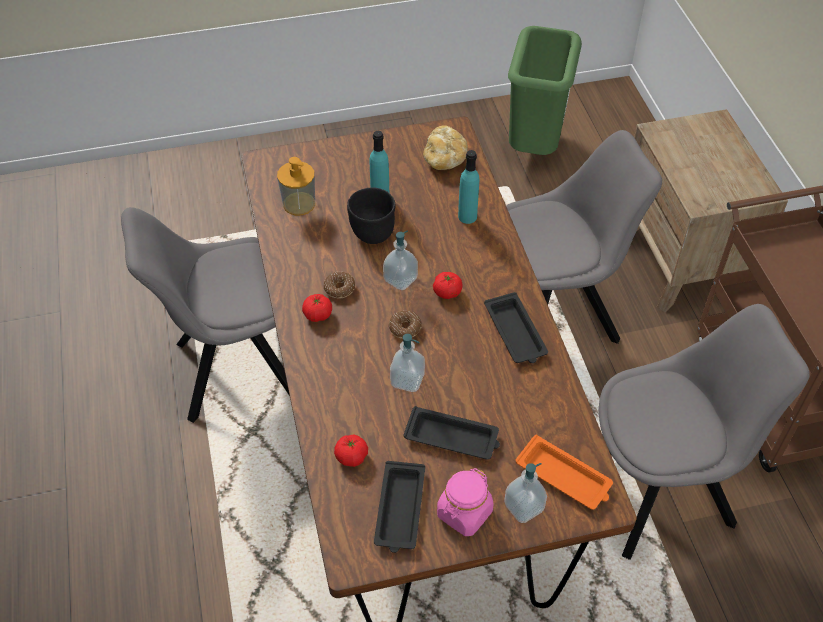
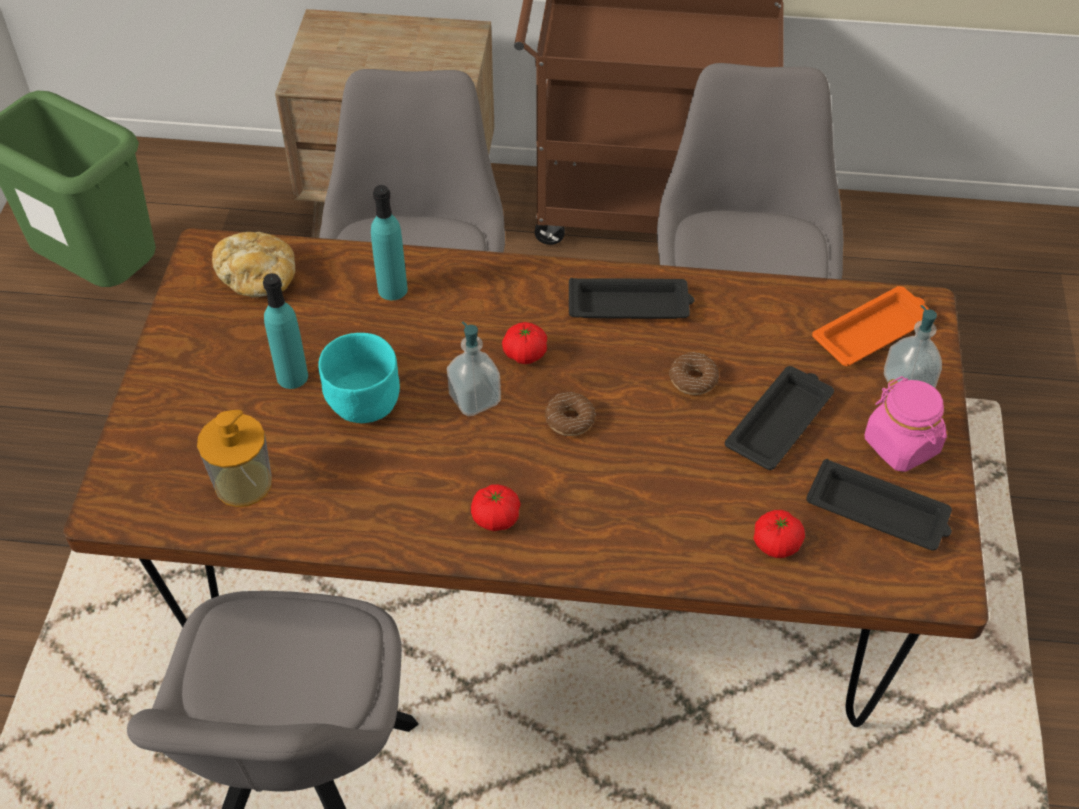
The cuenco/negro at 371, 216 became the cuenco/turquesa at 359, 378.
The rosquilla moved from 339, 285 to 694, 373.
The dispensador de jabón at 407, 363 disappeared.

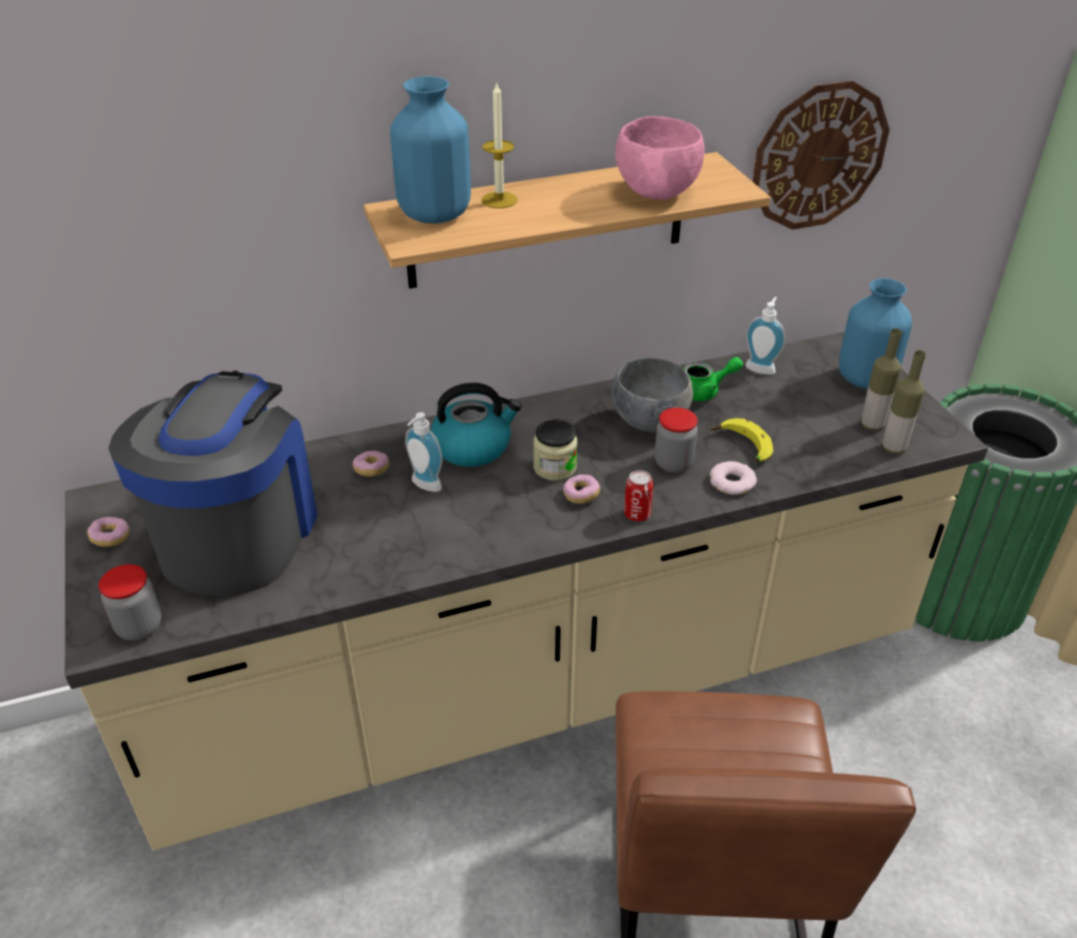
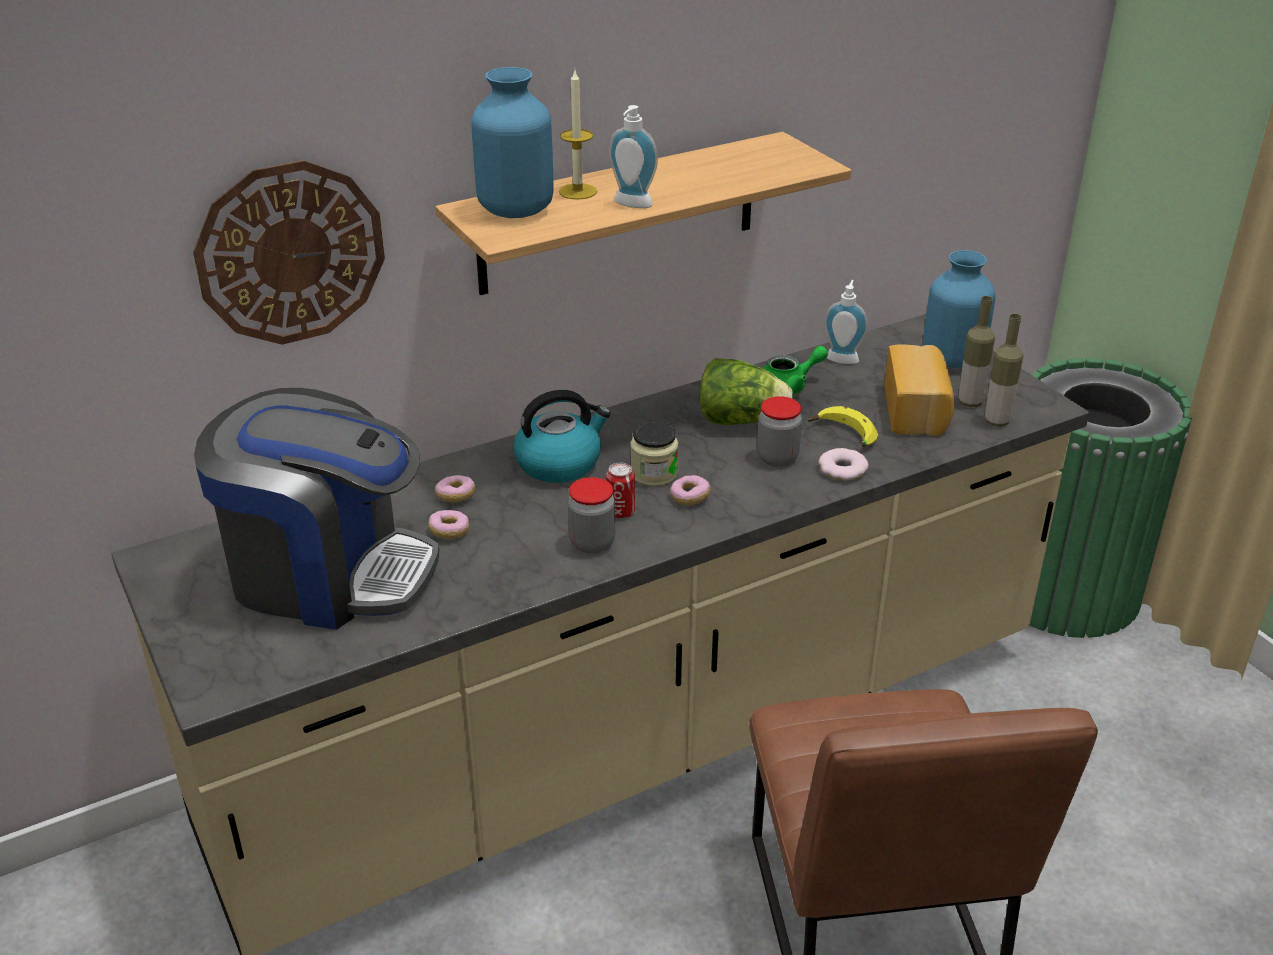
The reloj de pared moved from 821, 155 to 289, 252.
The cuenco/rosa at 659, 158 disappeared.
The cuenco/gris at 652, 395 was replaced by the lechuga at 746, 391.
The cafetera at 213, 483 turned 105 degrees clockwise.
The dispensador de jabón moved from 424, 452 to 633, 156.
The lata moved from 639, 496 to 620, 490.
The rosquilla moved from 108, 532 to 449, 524.
The tarro moved from 130, 602 to 591, 515.
The pan at 919, 390 appeared.

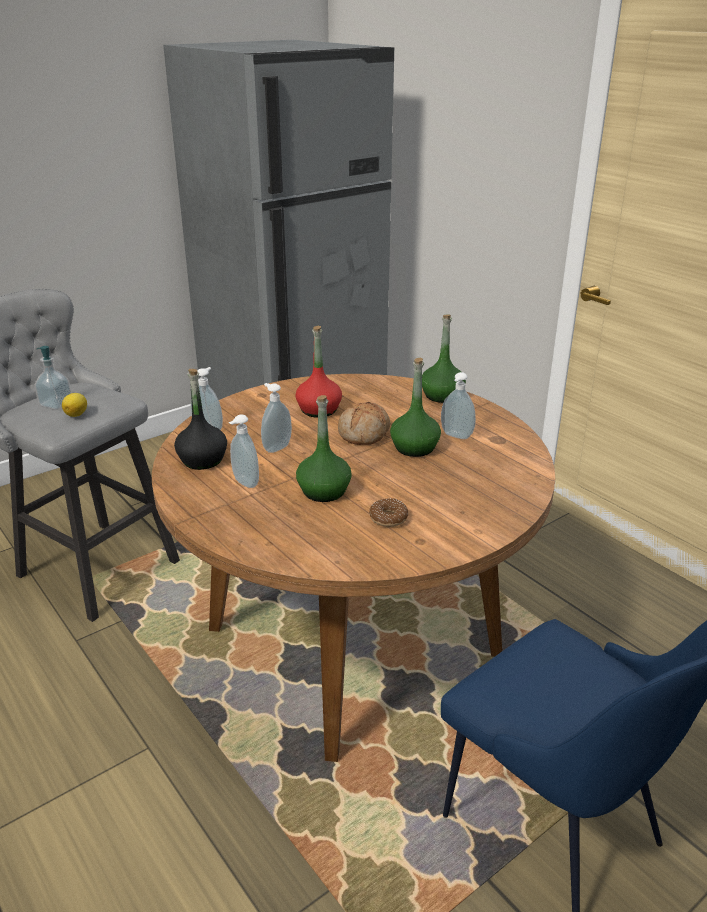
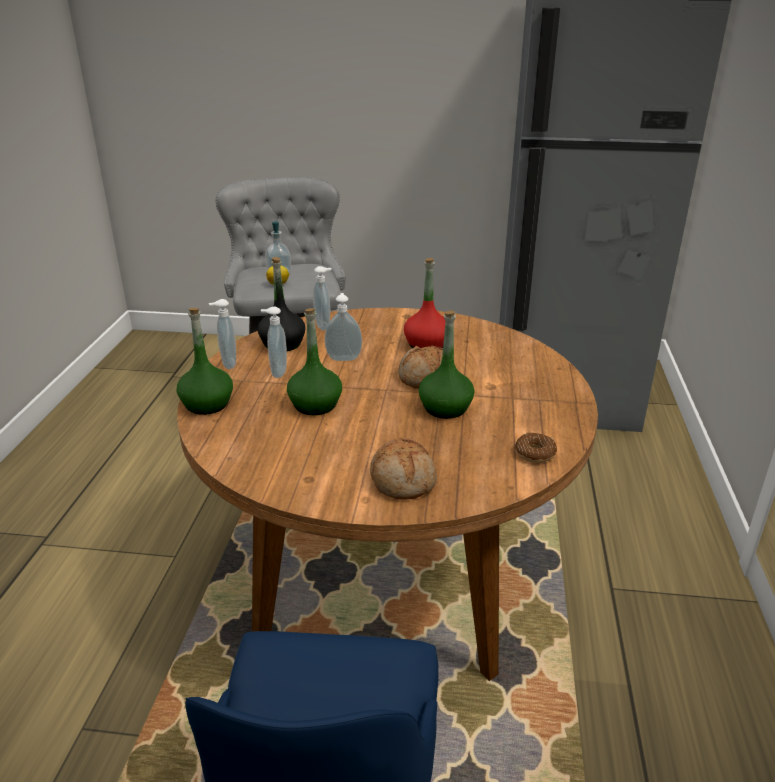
The botella/verde moved from 444, 358 to 204, 361.
The dispensador de jabón moved from 458, 405 to 222, 334.
The rosquilla moved from 388, 512 to 536, 448.
The pan at 403, 469 appeared.

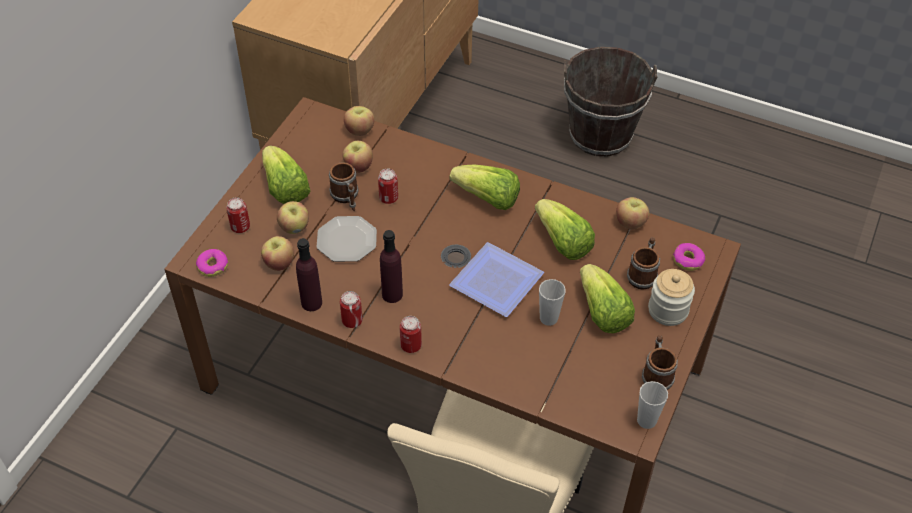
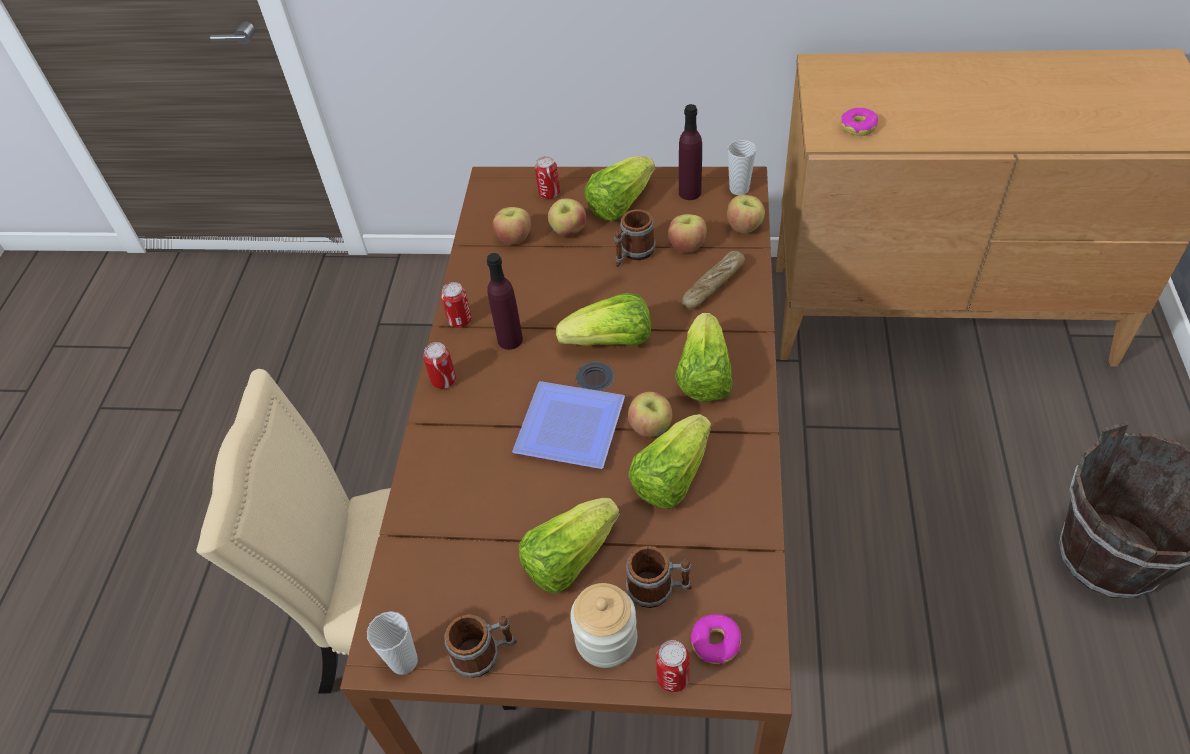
The lata moved from 388, 186 to 673, 666.
The manzana moved from 632, 213 to 650, 414.
The plato at 347, 239 disappeared.
The botella/morado moved from 309, 274 to 690, 152.
The rosquilla moved from 212, 263 to 859, 122.
The taza moved from 552, 302 to 742, 167.
The pan at 713, 280 appeared.
The lechuga at 603, 319 appeared.

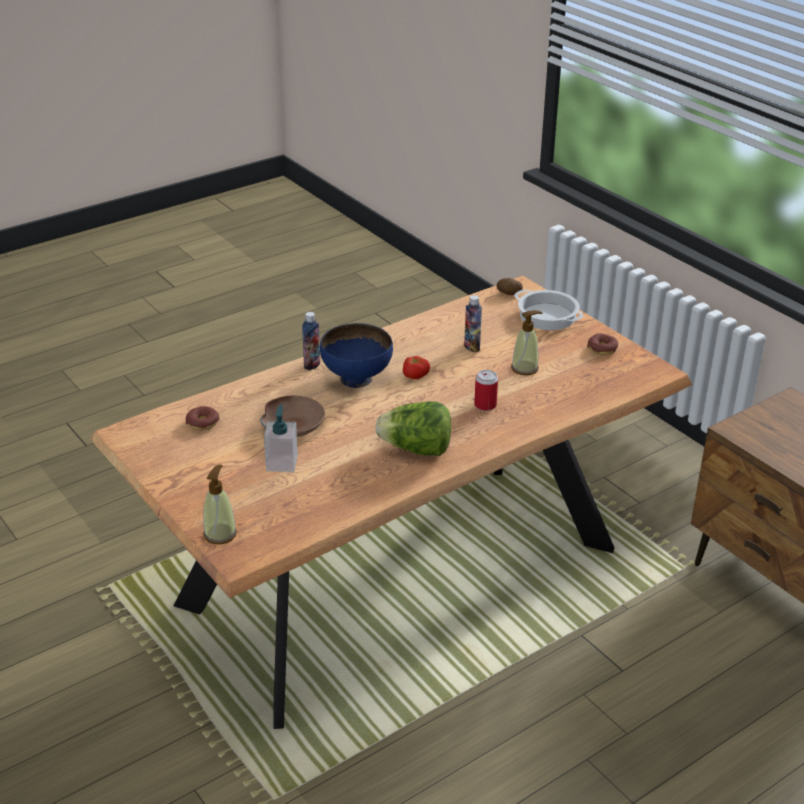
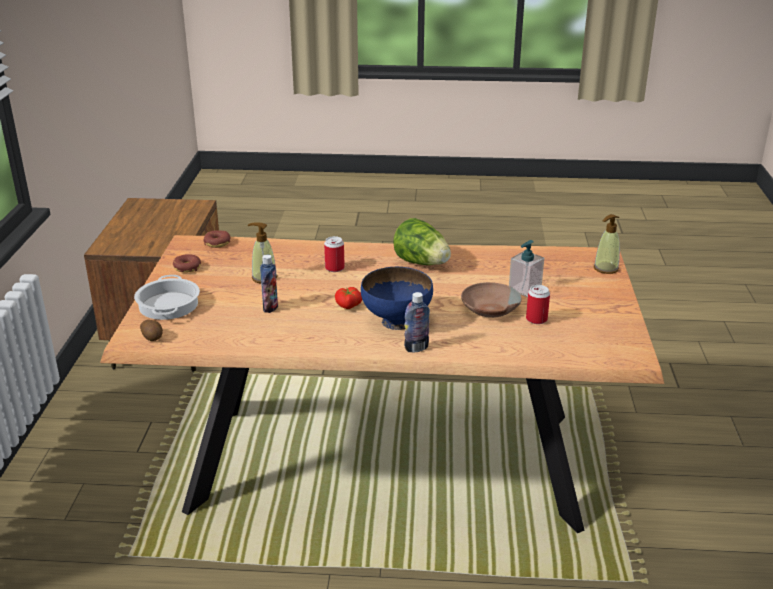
The rosquilla moved from 203, 418 to 217, 239.
The lata at 538, 304 appeared.

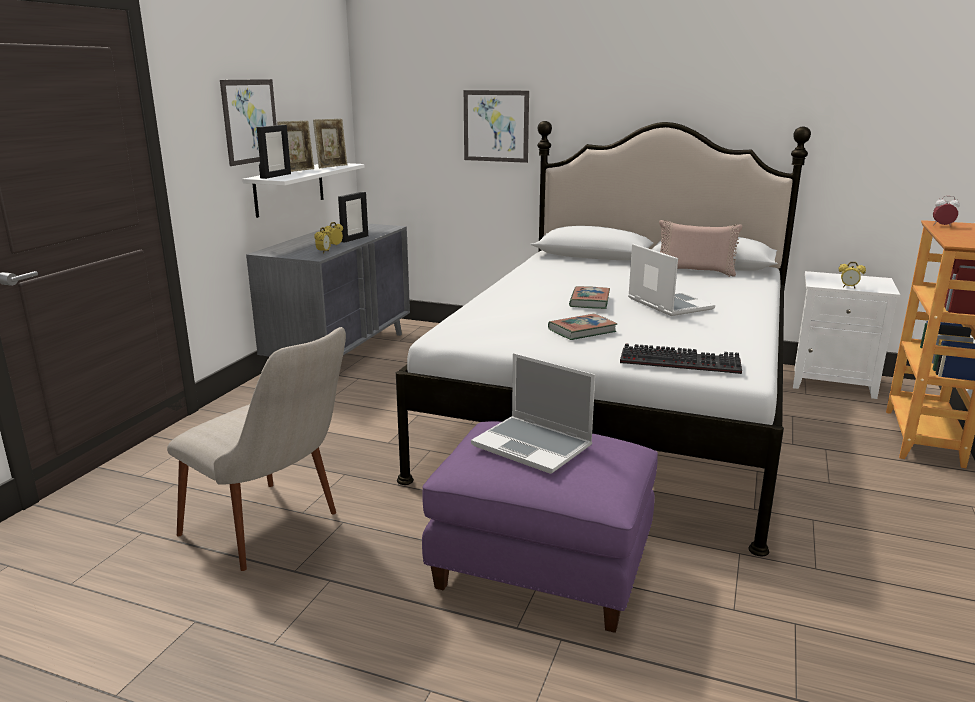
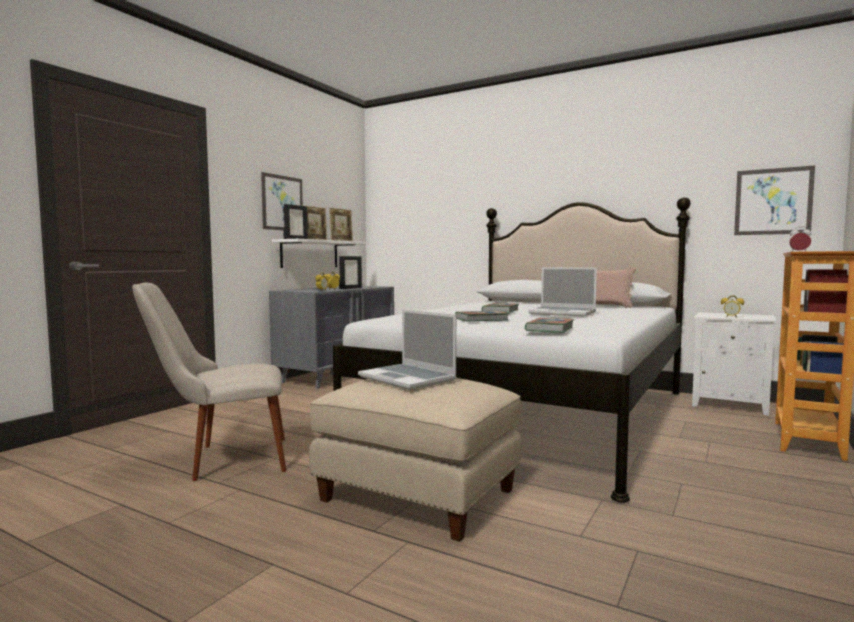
The cuadro moved from 496, 126 to 774, 200.
The portátil at 671, 280 turned 135 degrees clockwise.
The silla/beis at 256, 449 turned 120 degrees clockwise.
The teclado at 681, 358 was replaced by the libro at 549, 325.
The puf/morado at 540, 527 became the puf/beis at 415, 460.

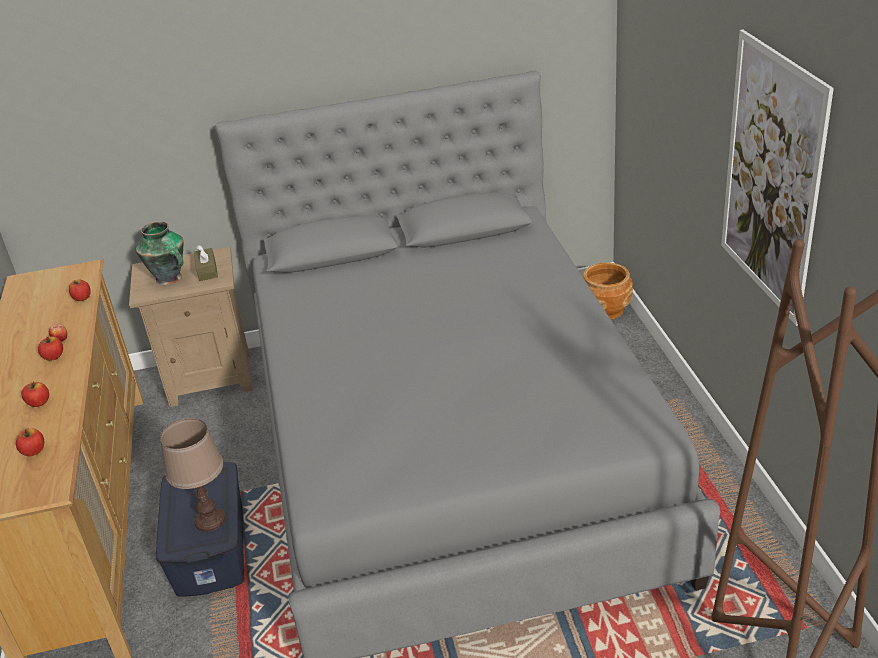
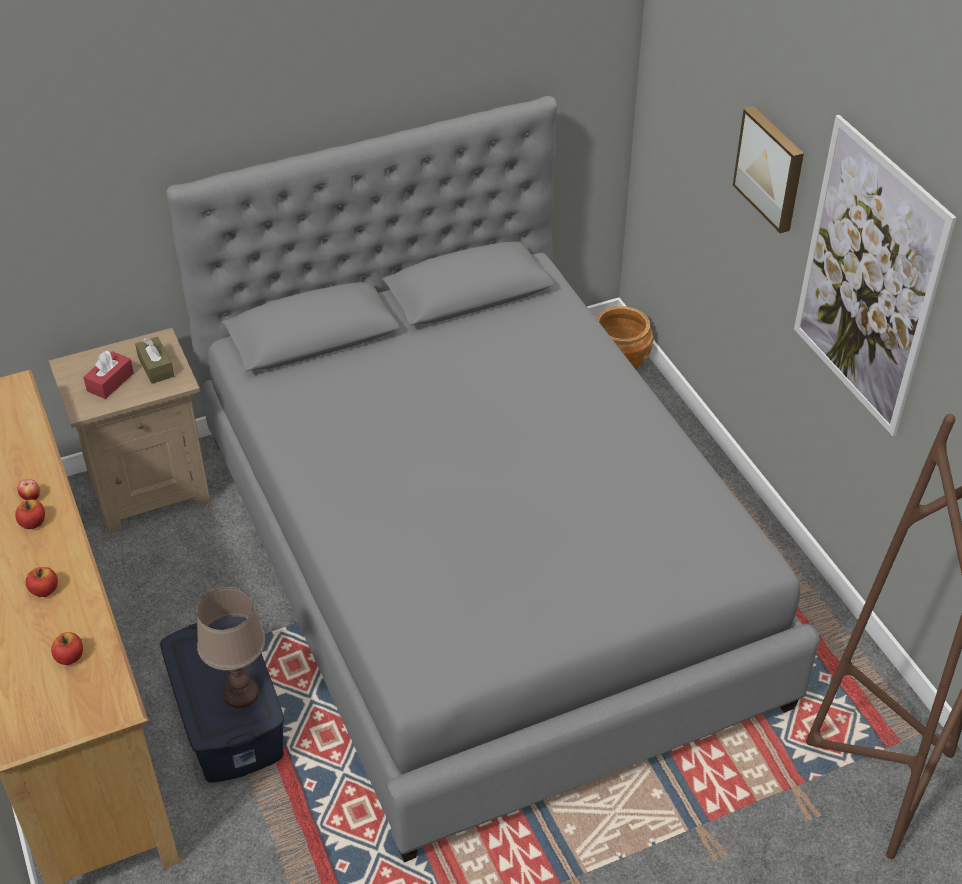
The florero at 159, 253 was replaced by the caja de pañuelos/rojo at 108, 374.
The manzana at 80, 290 disappeared.
The cuadro at 768, 169 appeared.

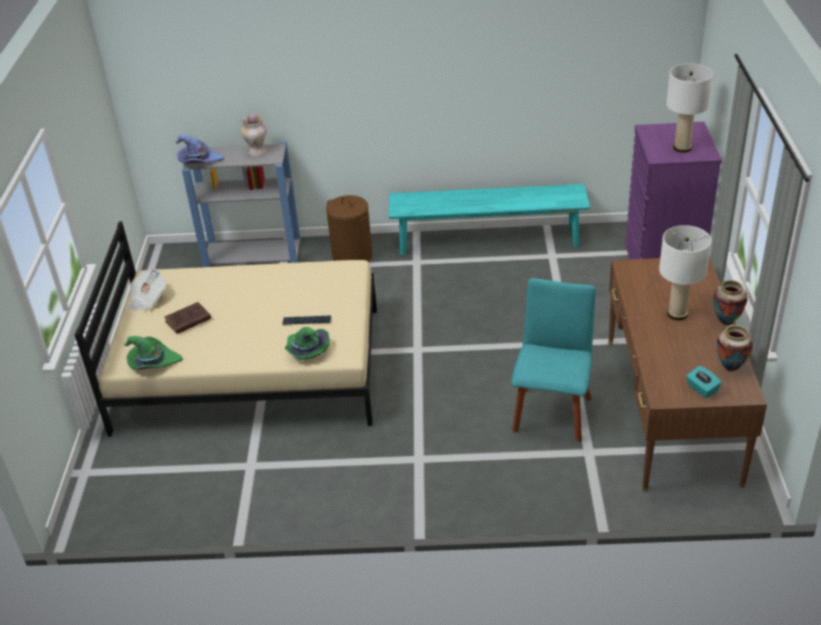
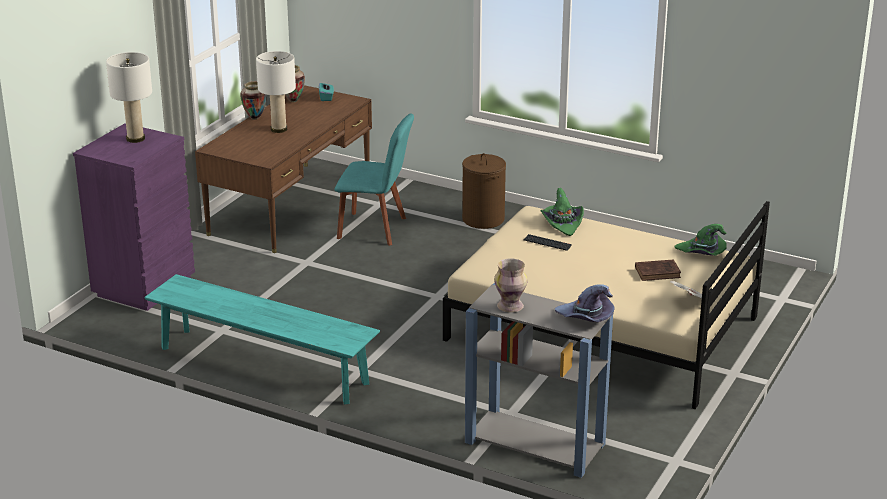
The cesto de la ropa/marrón moved from 349, 228 to 484, 191.
The silla/turquesa at 553, 360 turned 120 degrees counterclockwise.

